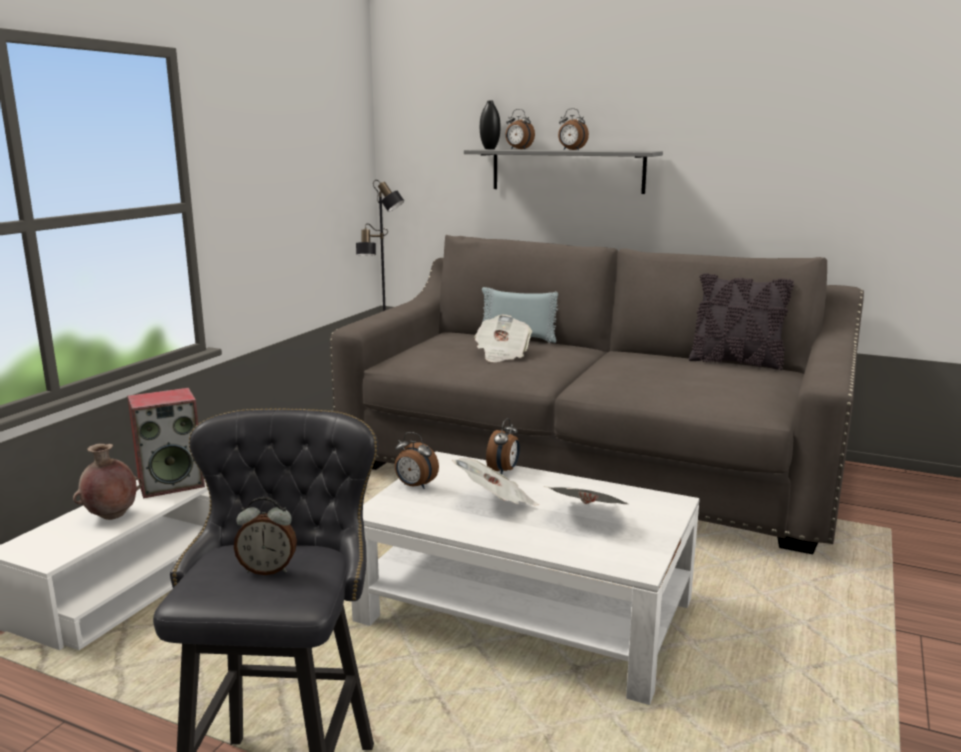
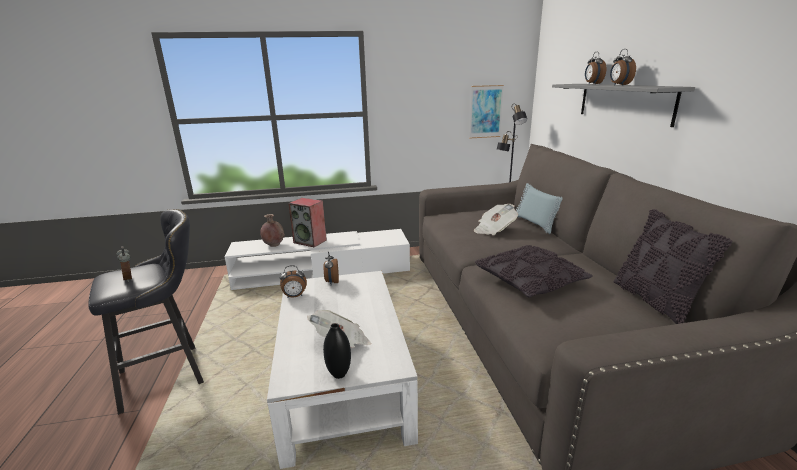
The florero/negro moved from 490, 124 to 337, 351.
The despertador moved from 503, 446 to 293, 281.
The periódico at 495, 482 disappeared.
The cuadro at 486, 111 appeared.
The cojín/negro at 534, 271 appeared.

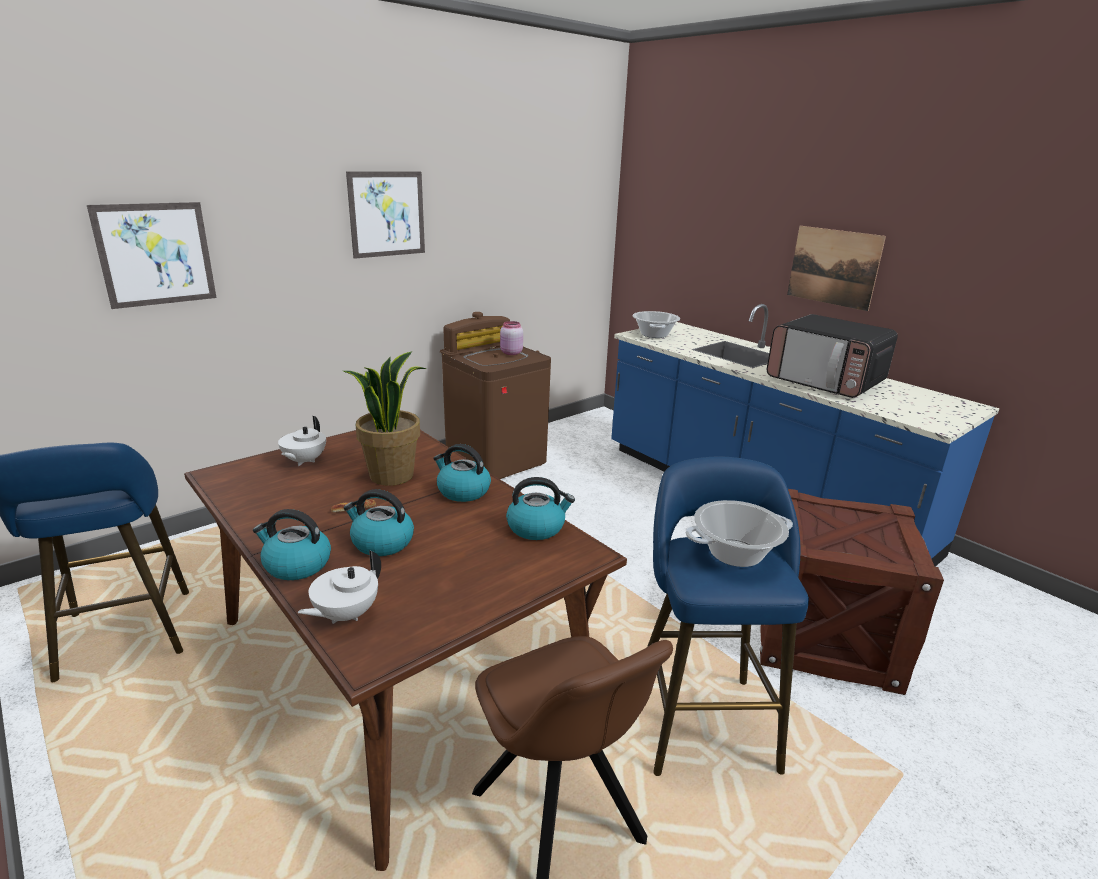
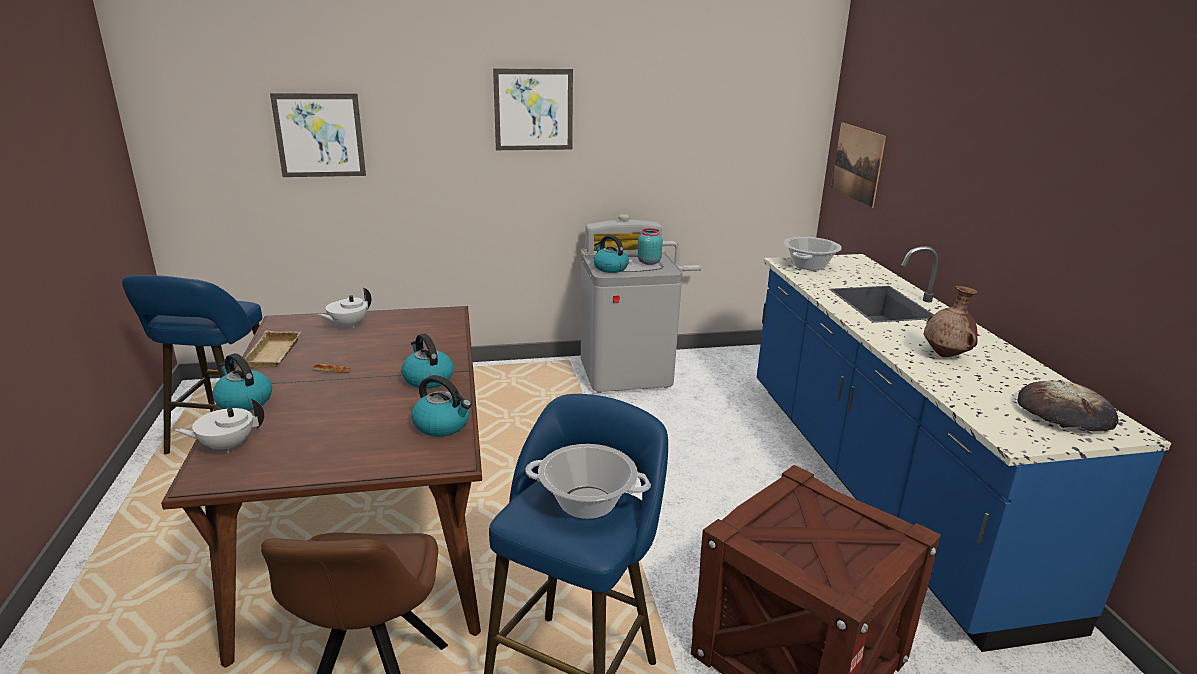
The cuadro moved from 836, 268 to 858, 165.
The lavadora/marrón at 495, 395 became the lavadora/gris at 640, 303.
The microondas at 832, 356 was replaced by the florero/marrón at 951, 321.
The tarro/rosa at 511, 338 became the tarro/turquesa at 650, 246.
The planta en maceta at 385, 419 disappeared.
The hervidor moved from 378, 522 to 611, 254.
The bandeja/beis at 272, 349 appeared.
The pan at 1067, 406 appeared.

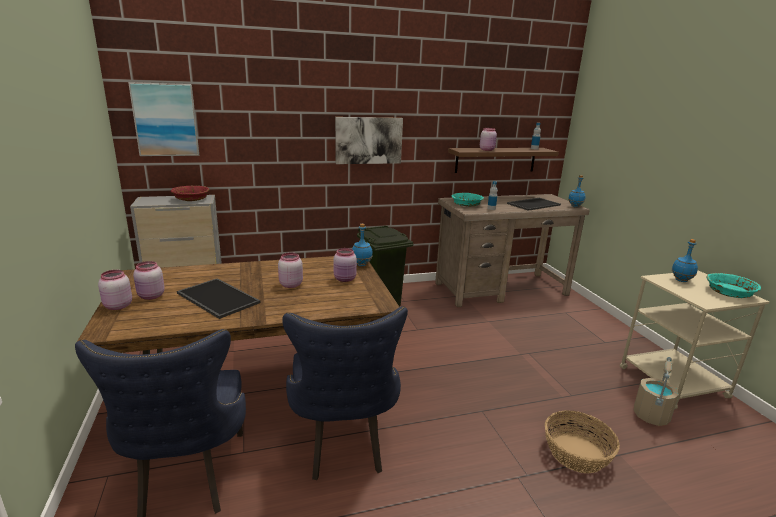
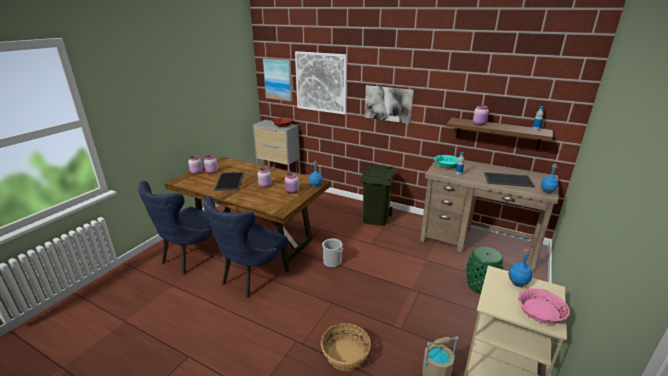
The cuenco/turquesa at 733, 285 became the cuenco/rosa at 544, 306.
The cuadro at 321, 83 appeared.
The cubo at 332, 253 appeared.
The taburete/verde at 484, 270 appeared.

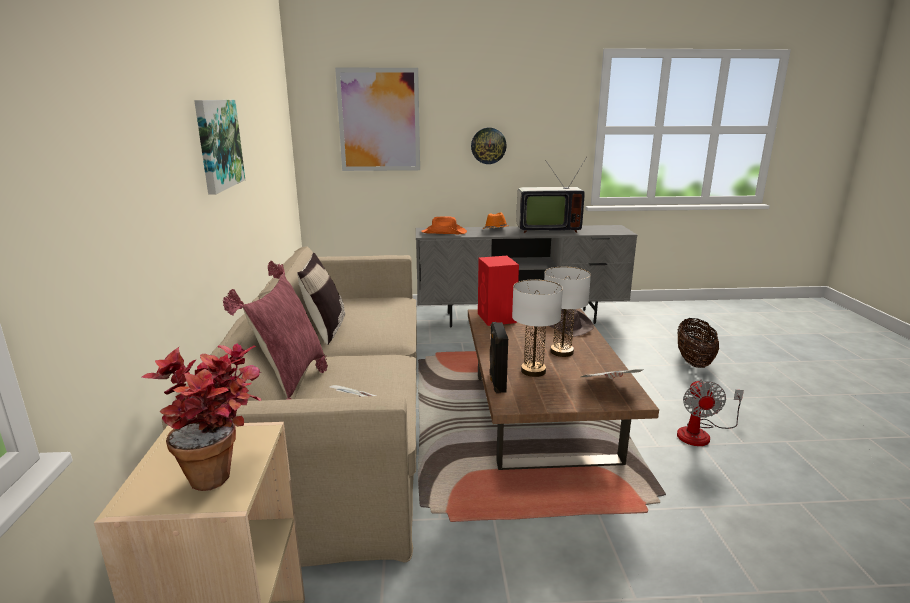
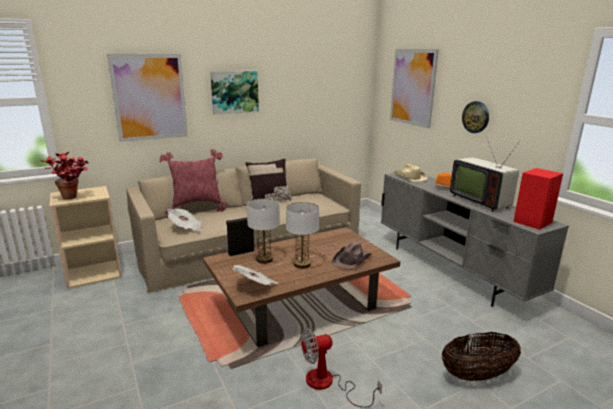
The sombrero/naranja at 444, 225 became the sombrero/beis at 411, 173.
The altavoz/rojo moved from 498, 291 to 538, 199.
The cuadro at 147, 98 appeared.

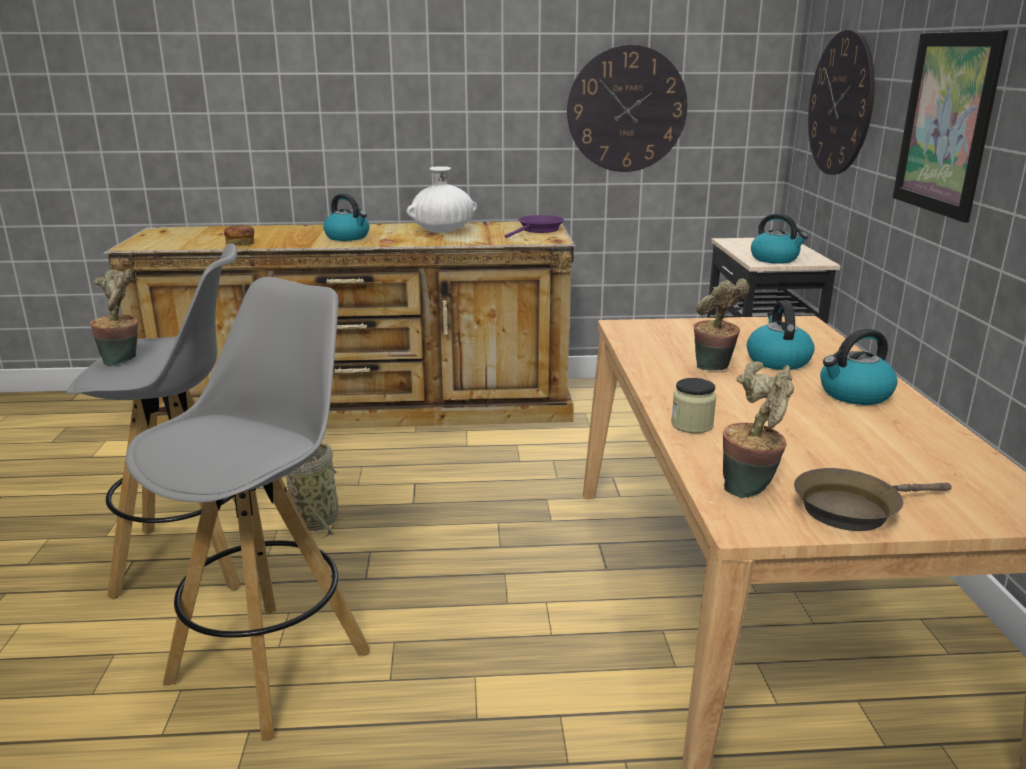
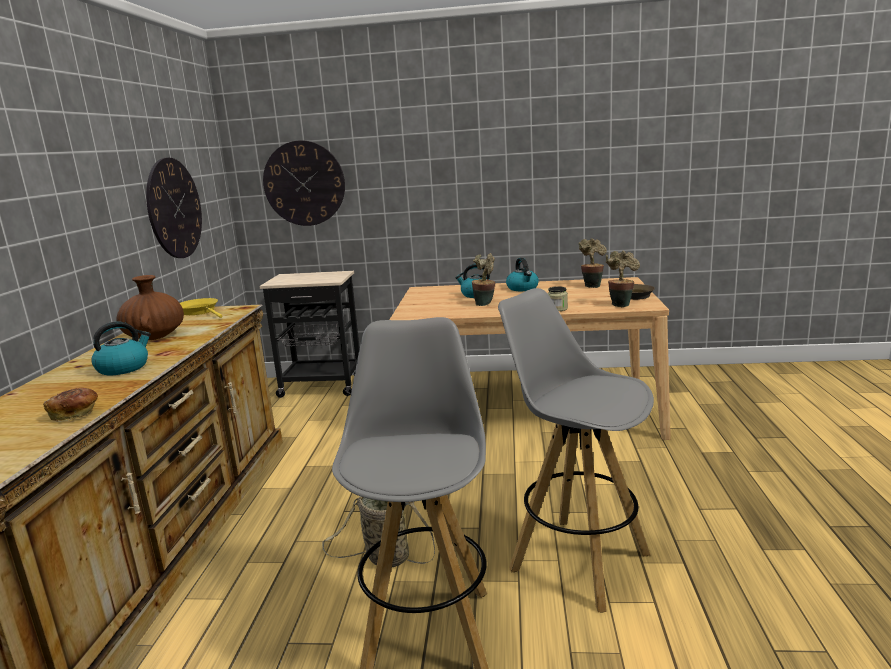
The cuadro at 950, 126 disappeared.
The florero/blanco at 442, 199 became the florero/marrón at 150, 307.
The hervidor at 779, 238 disappeared.
The sartén/morado at 534, 226 became the sartén/amarillo at 201, 308.
The planta en maceta moved from 114, 317 to 592, 263.

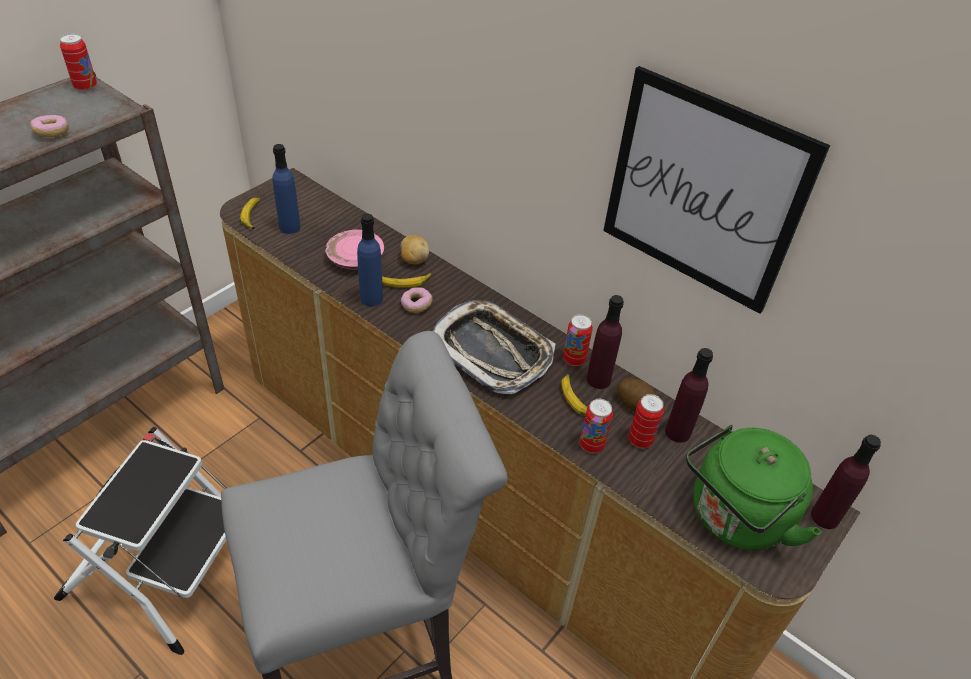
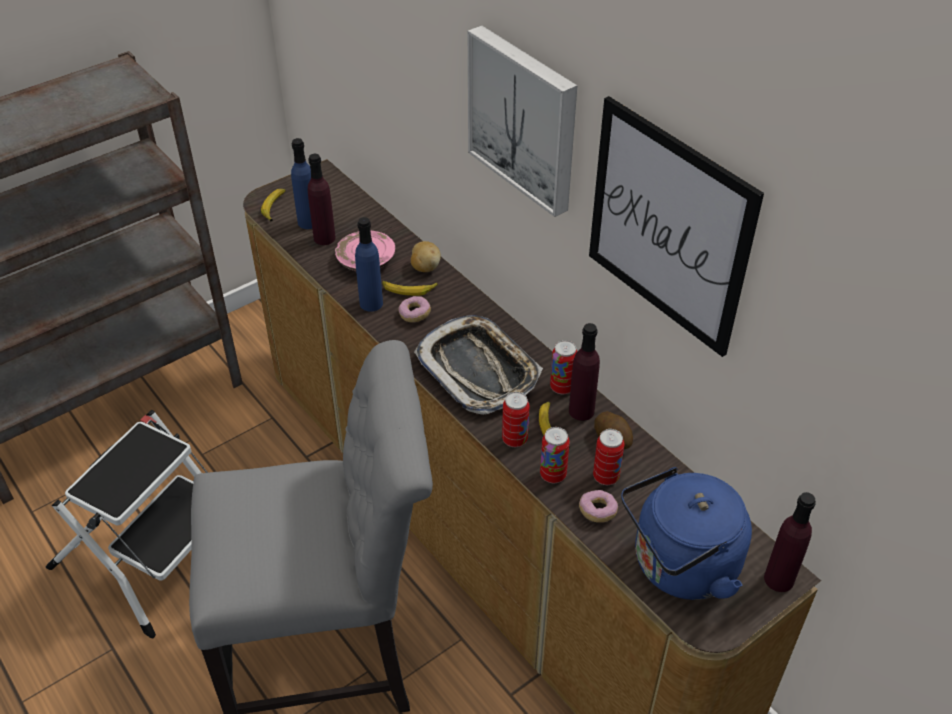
The lata moved from 78, 63 to 516, 419.
The rosquilla moved from 49, 126 to 598, 506.
The botella/morado moved from 689, 395 to 322, 199.
The hervidor/verde at 753, 487 became the hervidor/azul at 686, 533.
The cuadro at 522, 121 appeared.

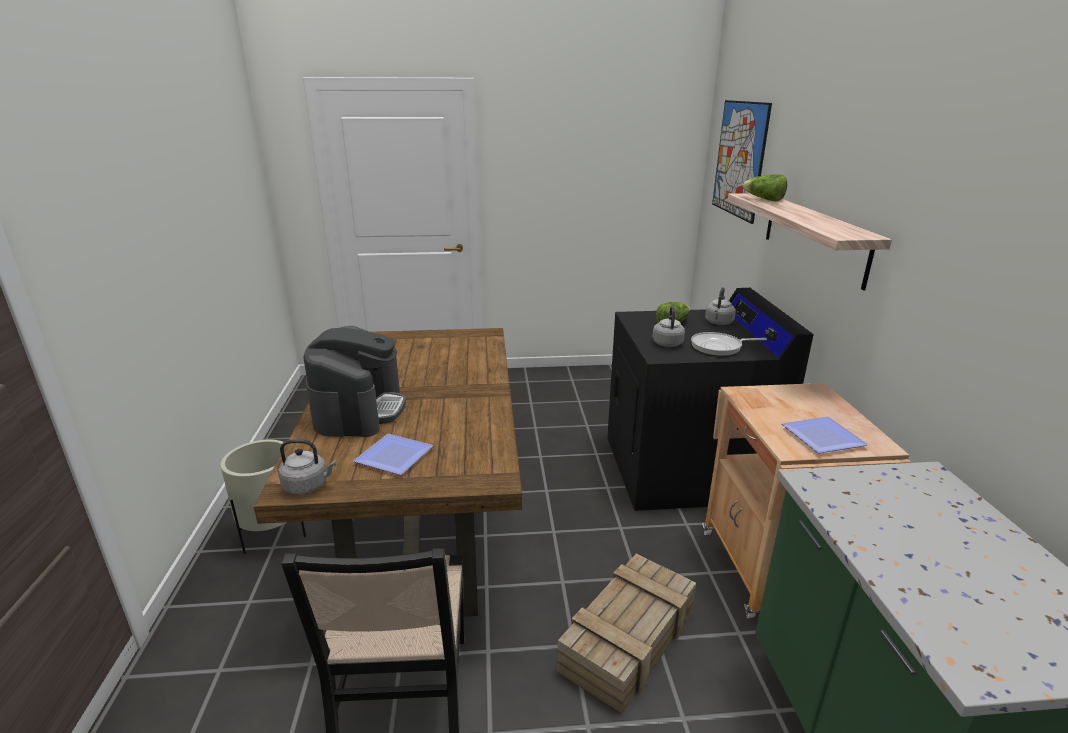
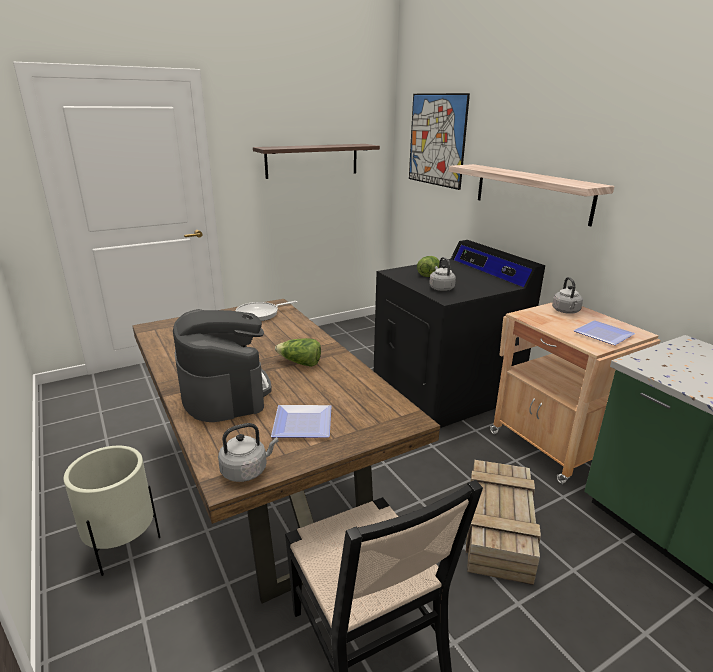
The lechuga moved from 764, 187 to 298, 352.
The hervidor/gris moved from 720, 306 to 567, 295.
The sartén moved from 729, 344 to 266, 311.
The estante at 316, 161 appeared.

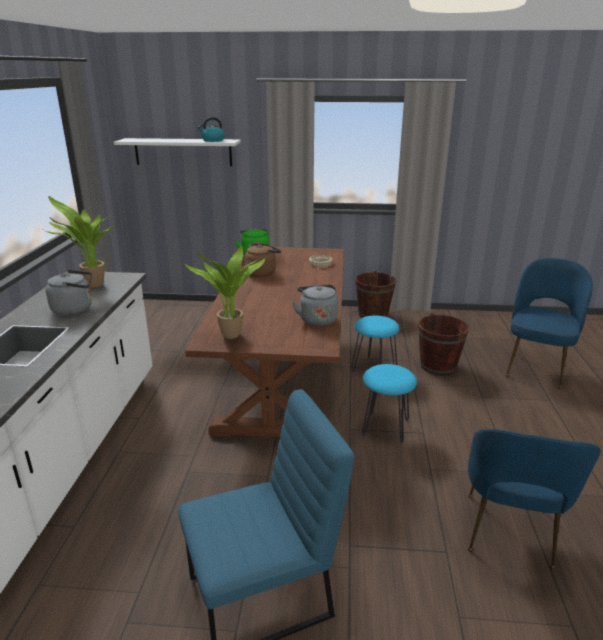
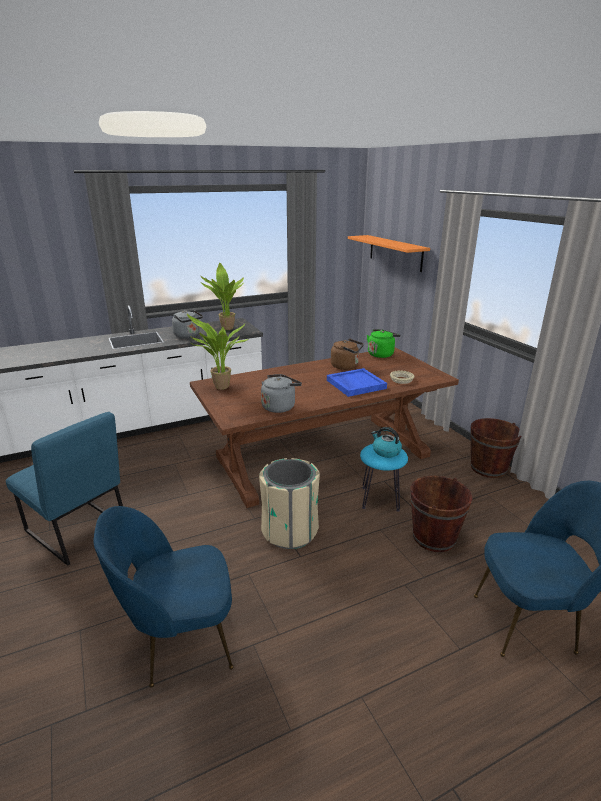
The hervidor moved from 211, 129 to 386, 442.
The estante/blanco at 177, 152 became the estante/naranja at 389, 253.
The taburete/turquesa at 389, 403 was replaced by the papelera/beis at 289, 503.
The bandeja/azul at 357, 382 appeared.

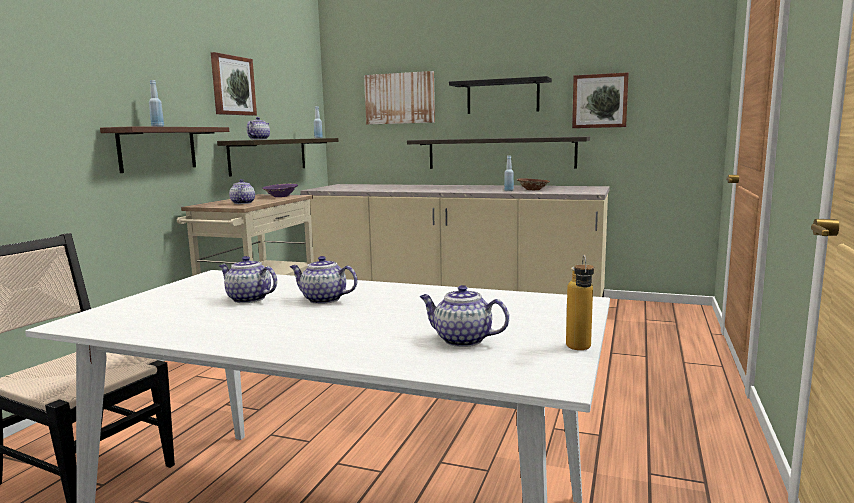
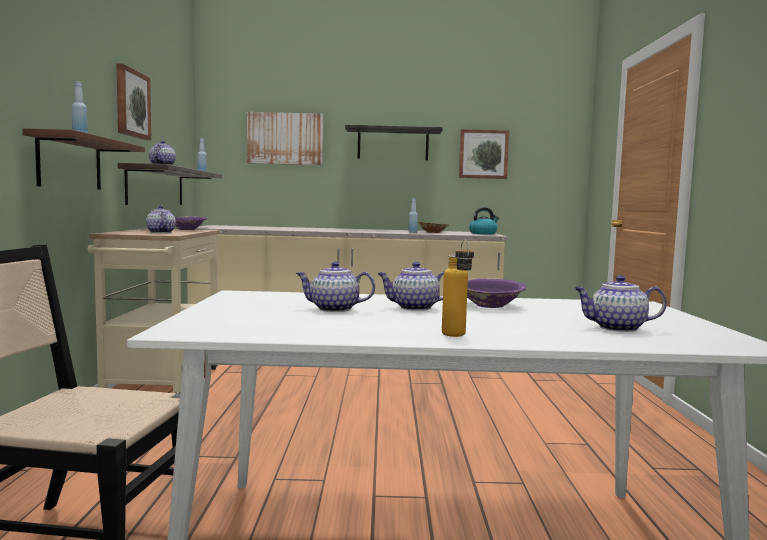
The estante at 498, 153 disappeared.
The botella moved from 580, 302 to 458, 288.
The hervidor at 484, 221 appeared.
The cuenco/morado at 496, 293 appeared.

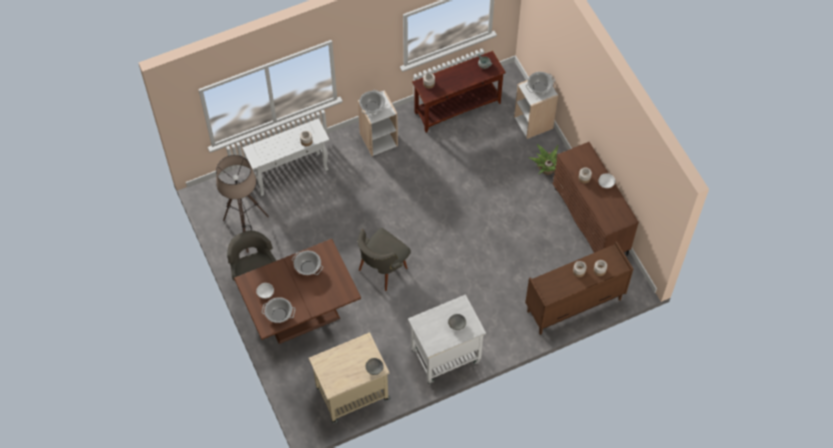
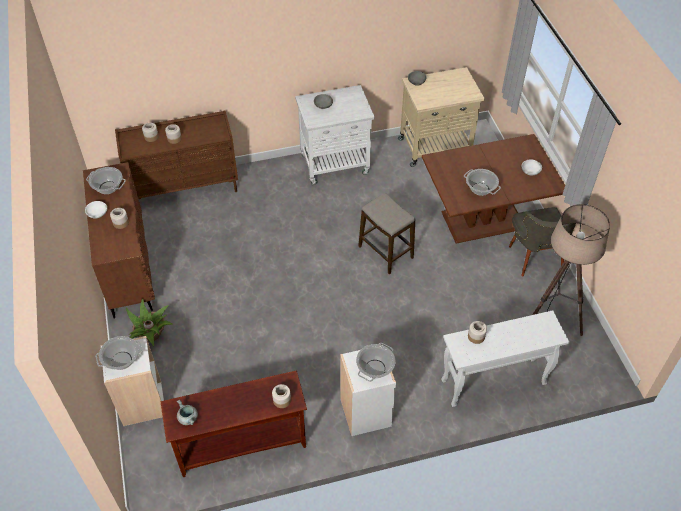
The silla/gris at 384, 259 was replaced by the taburete at 386, 233.
The olla moved from 278, 310 to 106, 180.

